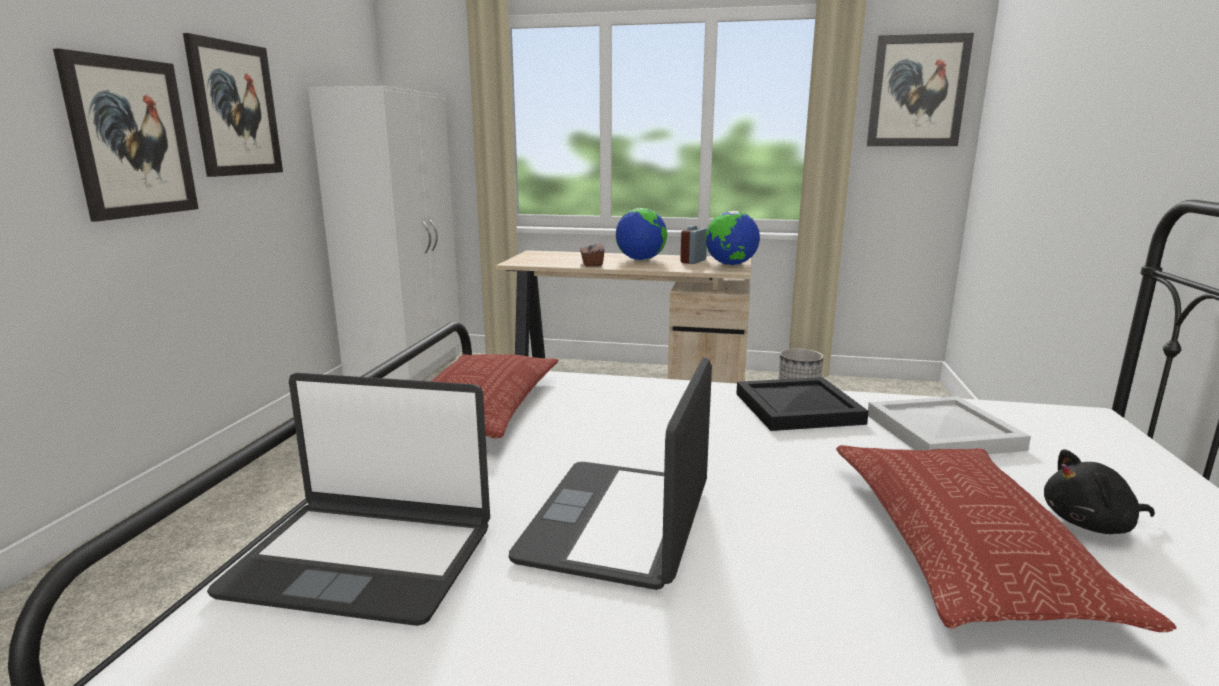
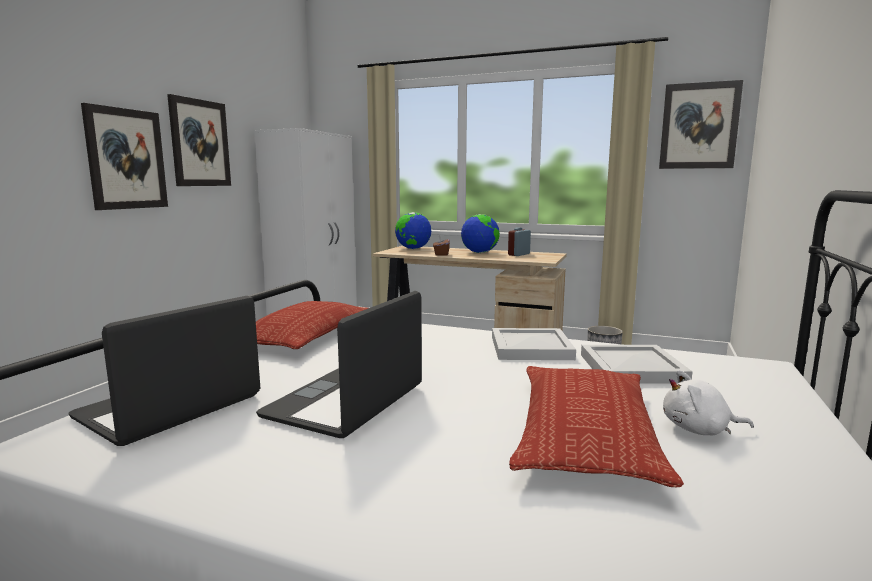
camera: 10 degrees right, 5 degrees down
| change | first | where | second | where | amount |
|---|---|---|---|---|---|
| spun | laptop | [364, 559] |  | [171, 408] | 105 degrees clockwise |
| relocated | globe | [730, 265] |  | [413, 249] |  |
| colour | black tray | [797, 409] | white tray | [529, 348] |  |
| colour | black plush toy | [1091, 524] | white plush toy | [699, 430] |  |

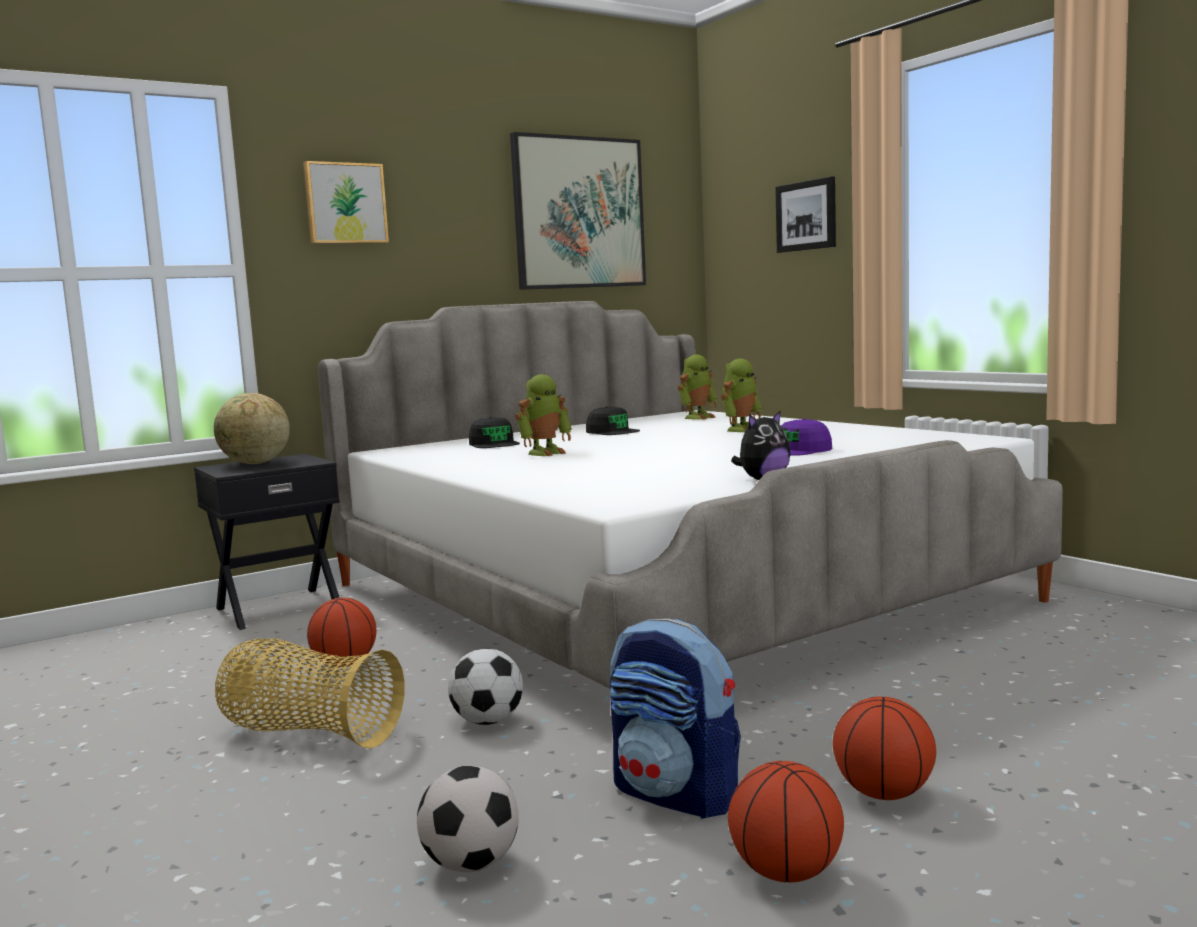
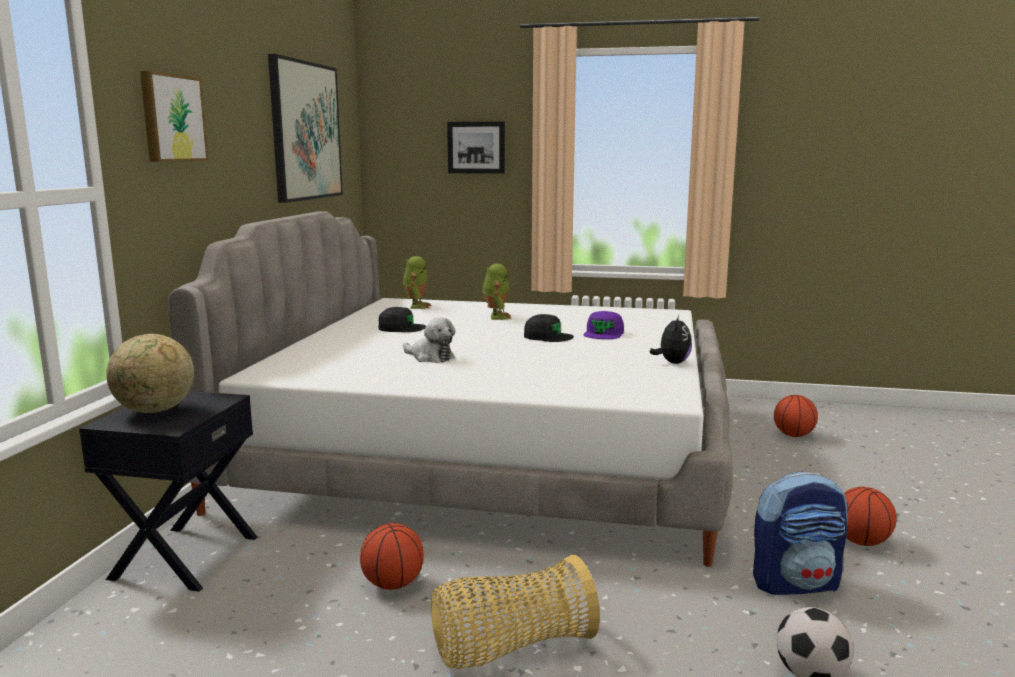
camera: 45 degrees left, 5 degrees up
| change | first | where | second | where | amount |
|---|---|---|---|---|---|
| missing | football | [488, 721] |  |  |  |
| relocated | black cap | [494, 444] |  | [547, 336] |  |
| exchanged | toy robot | [545, 453] | plush toy | [430, 357] |  |
| relocated | basketball | [785, 873] |  | [793, 435] |  |

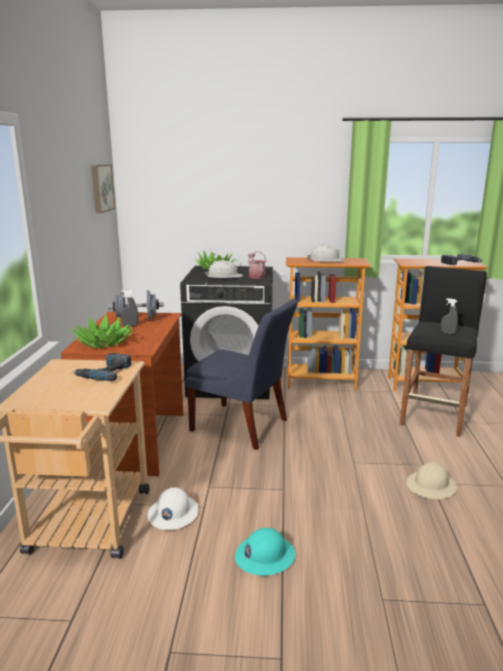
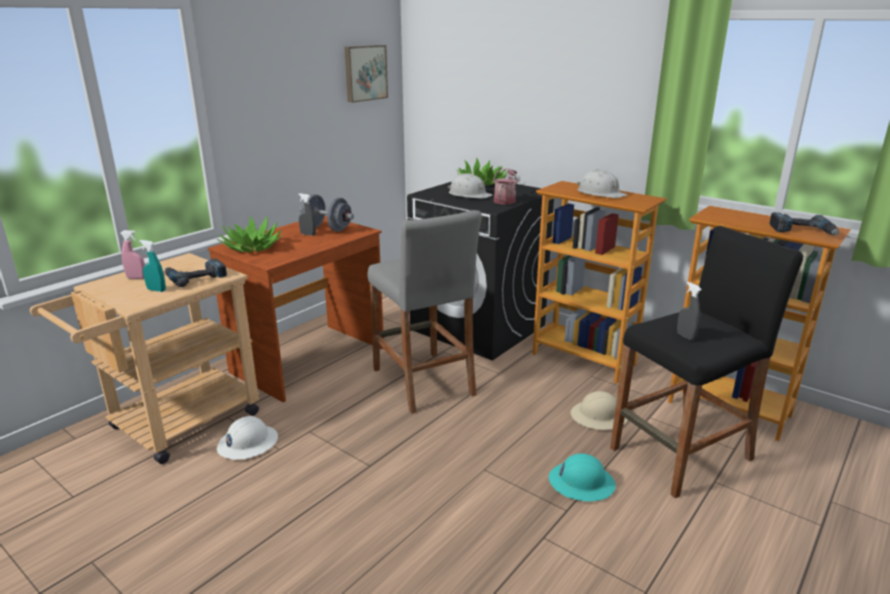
camera: 35 degrees right, 5 degrees up
| change | first | where | second | where | amount |
|---|---|---|---|---|---|
| exchanged | blue chair | [242, 426] | grey stool | [423, 381] |  |
| relocated | turquoise hard hat | [264, 556] |  | [581, 482] |  |
| relocated | beige hard hat | [431, 486] |  | [599, 417] |  |
| appeared |  |  | pink spray bottle | [136, 278] |  |
| appeared |  |  | turquoise spray bottle | [156, 290] |  |

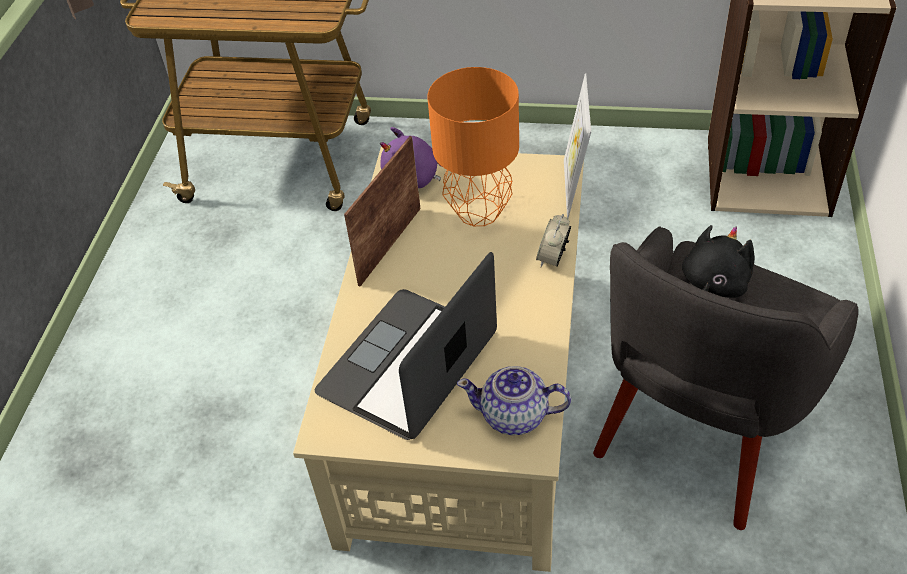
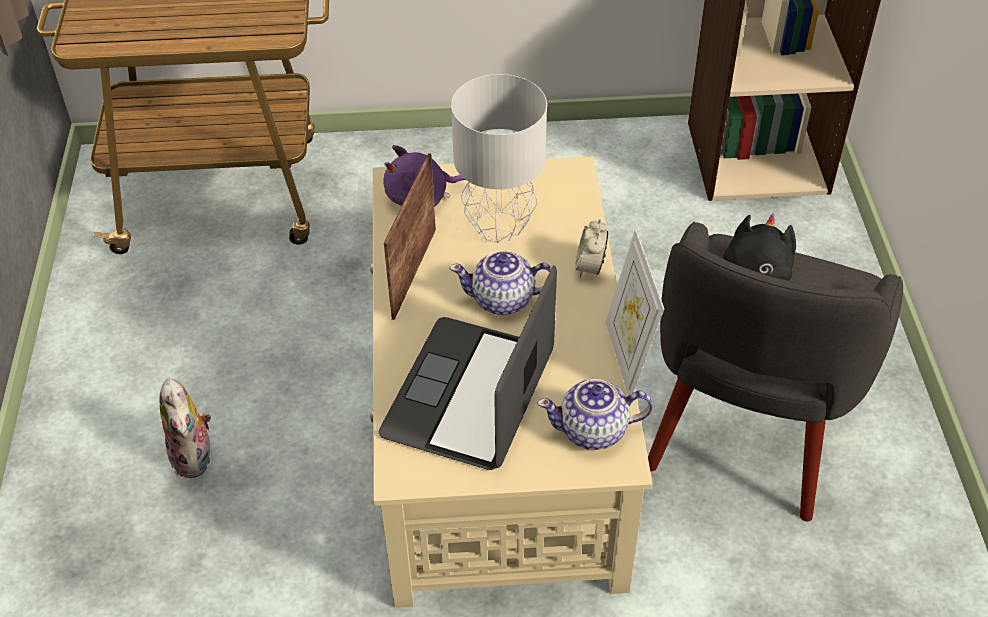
camera: 15 degrees left, 0 degrees up
| change | first | where | second | where | amount |
|---|---|---|---|---|---|
| colour | orange table lamp | [478, 213] | grey table lamp | [498, 228] |  |
| relocated | picture frame | [574, 188] |  | [628, 358] |  |
| appeared |  |  | plush toy | [195, 457] |  |
| appeared |  |  | teapot | [503, 300] |  |

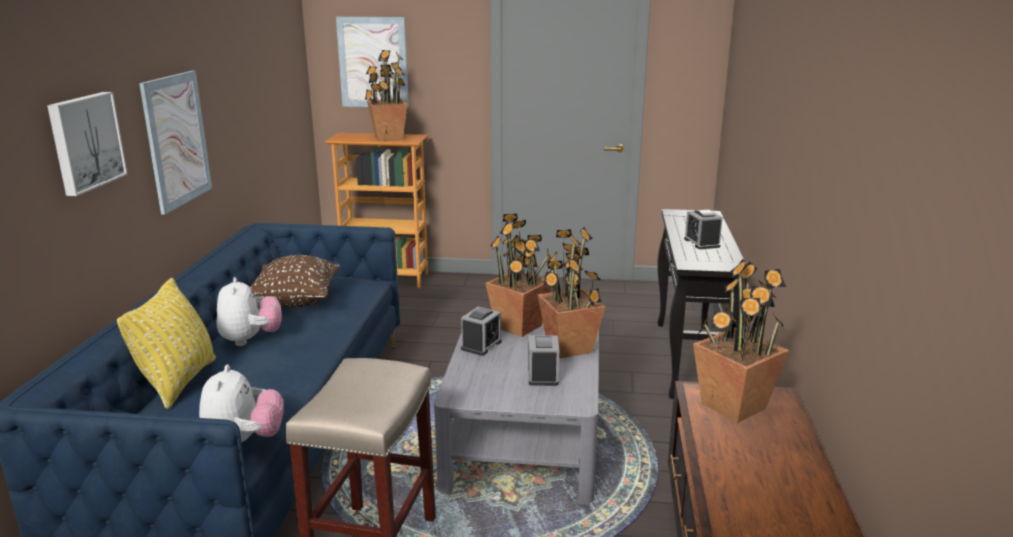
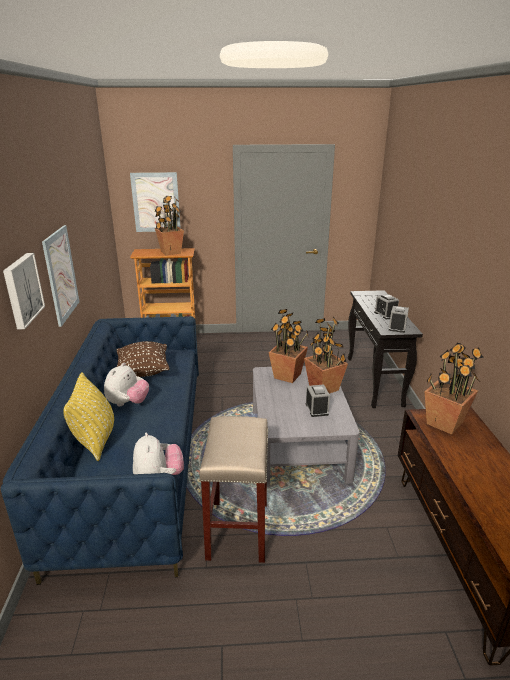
camera: 10 degrees left, 5 degrees up
| change | first | where | second | where | amount |
|---|---|---|---|---|---|
| spun | plush toy | [251, 340] |  | [128, 403] | 45 degrees clockwise |
| relocated | alarm clock | [481, 345] |  | [397, 327] |  |

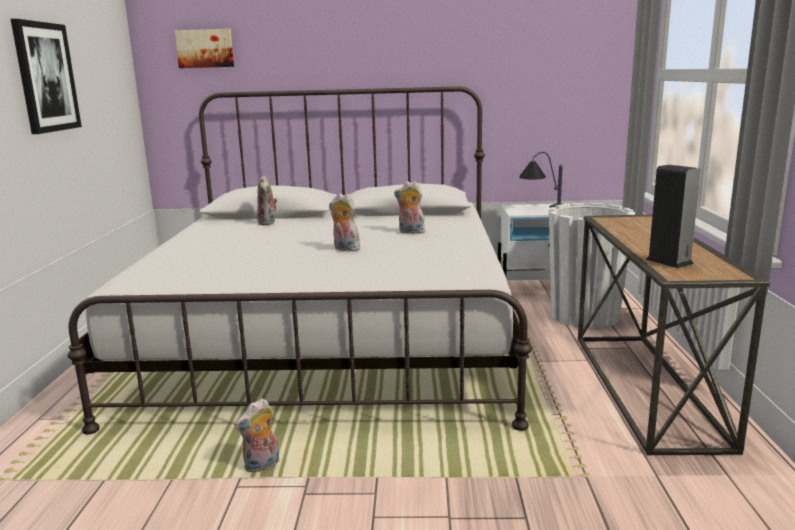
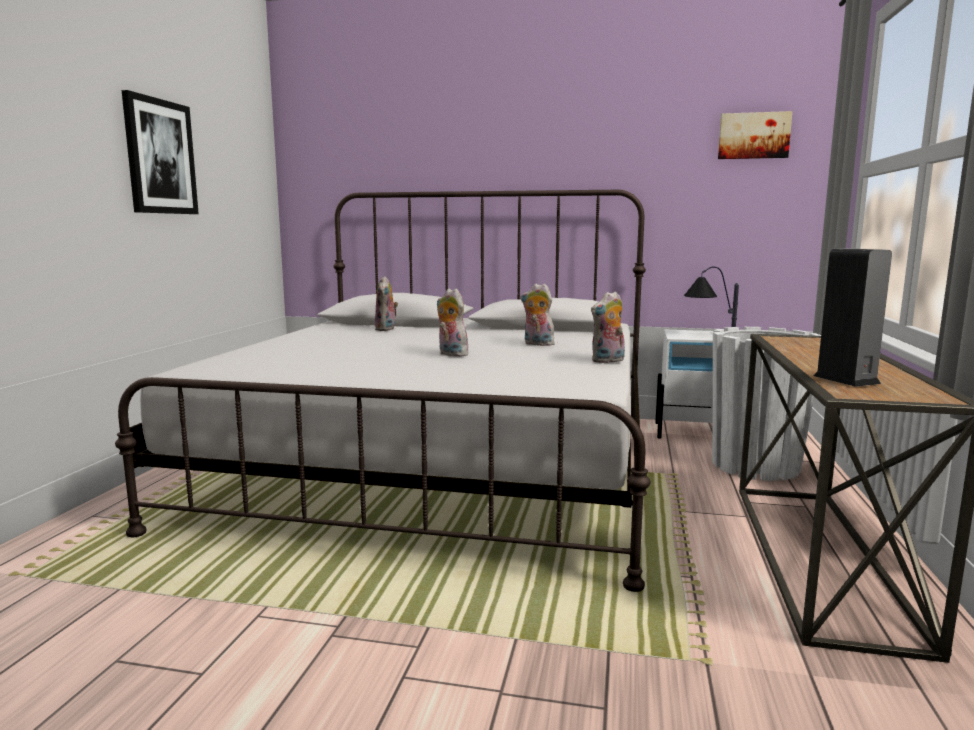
camera: 10 degrees right, 5 degrees down
| change | first | where | second | where | amount |
|---|---|---|---|---|---|
| relocated | picture | [205, 48] |  | [753, 136] |  |
| relocated | plush toy | [262, 466] |  | [608, 361] |  |

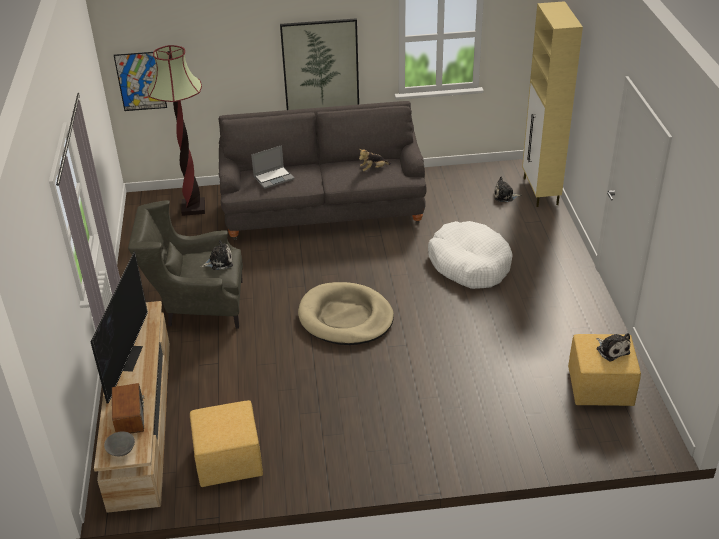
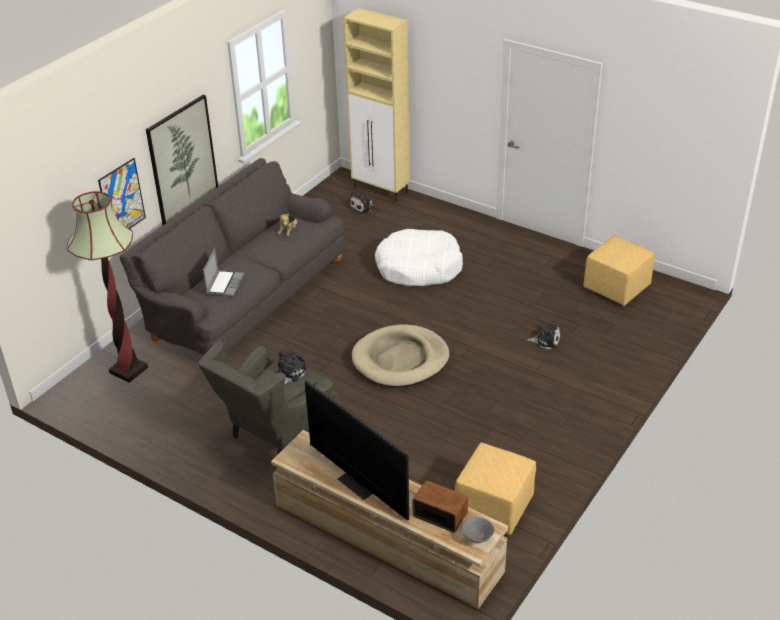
camera: 50 degrees left, 0 degrees up
| change | first | where | second | where | amount |
|---|---|---|---|---|---|
| relocated | picture | [140, 81] |  | [122, 199] |  |
| relocated | plush toy | [611, 350] |  | [546, 341] |  |

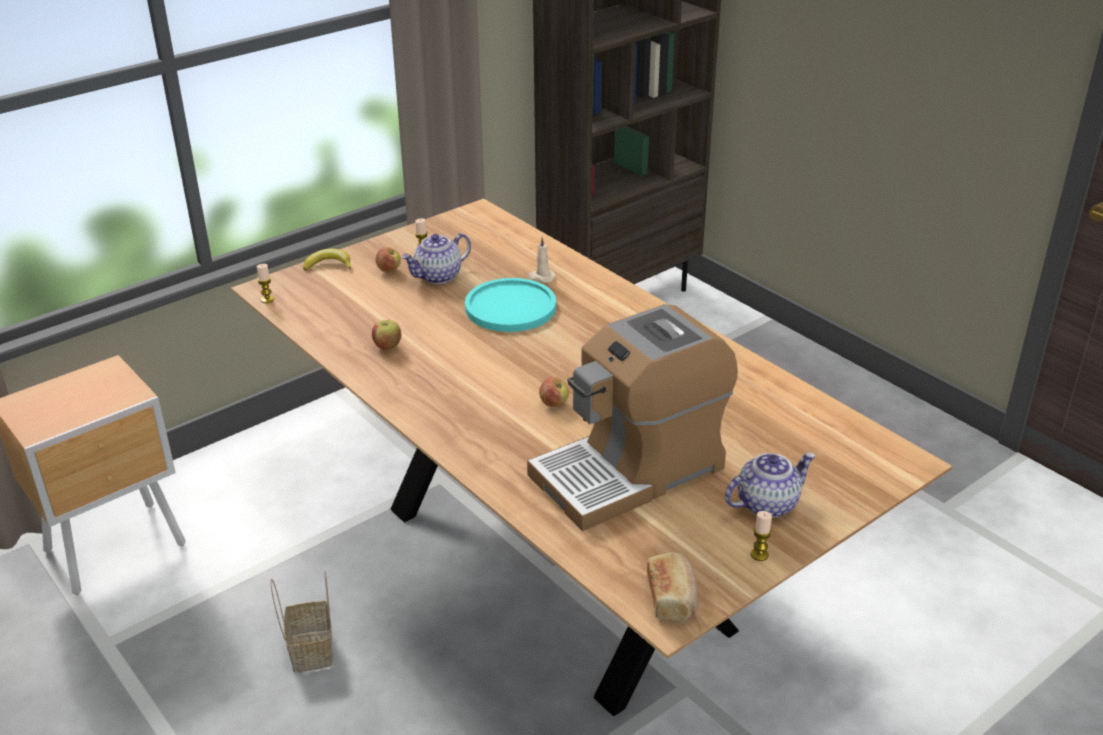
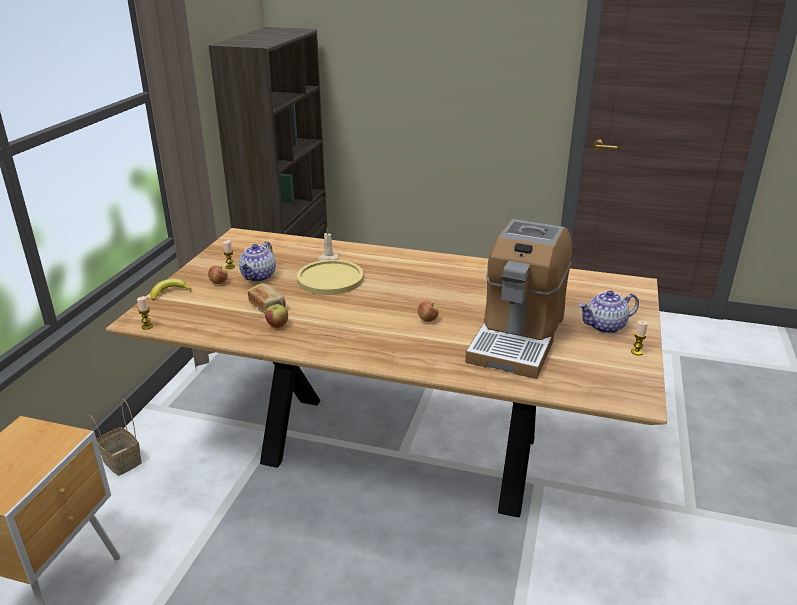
camera: 35 degrees left, 5 degrees down
| change | first | where | second | where | amount |
|---|---|---|---|---|---|
| relocated | basket | [310, 649] |  | [120, 461] |  |
| colour | turquoise plate | [510, 307] | yellow plate | [330, 279] |  |
| relocated | bread | [672, 599] |  | [268, 307] |  |
| spun | teapot | [767, 503] |  | [605, 326] | 135 degrees counterclockwise |

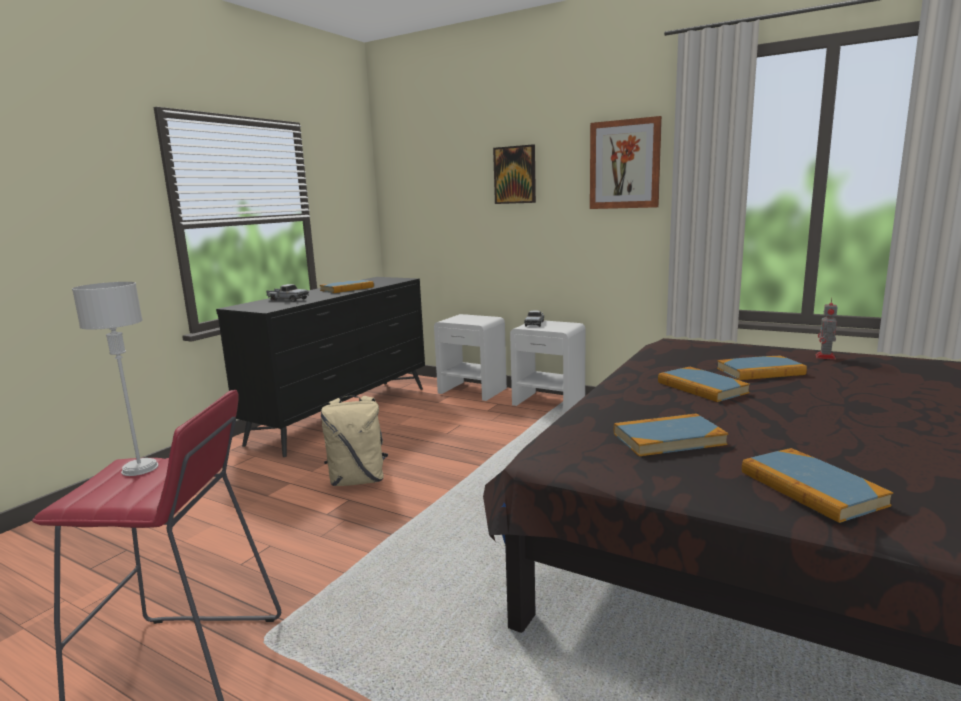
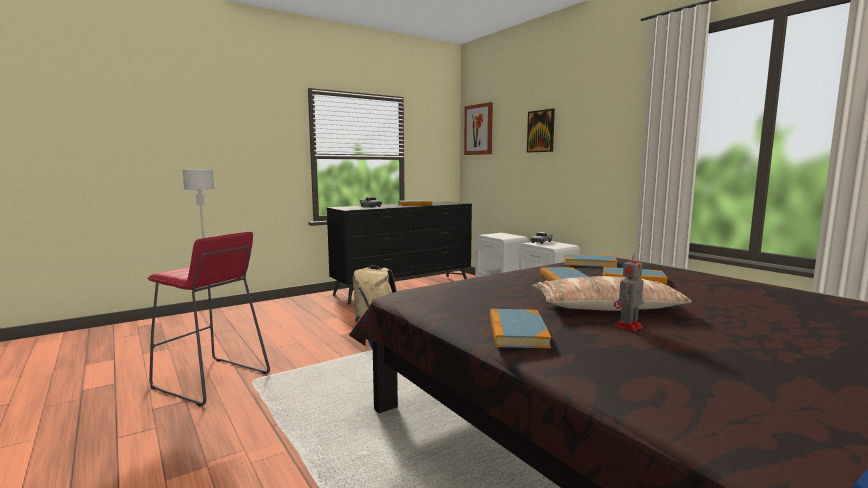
camera: 25 degrees right, 5 degrees down
| change | first | where | second | where | amount |
|---|---|---|---|---|---|
| relocated | picture | [624, 164] |  | [478, 129] |  |
| relocated | book | [668, 439] |  | [589, 263] |  |
| relocated | toy robot | [825, 357] |  | [628, 327] |  |
| appeared |  |  | pillow | [607, 308] |  |

